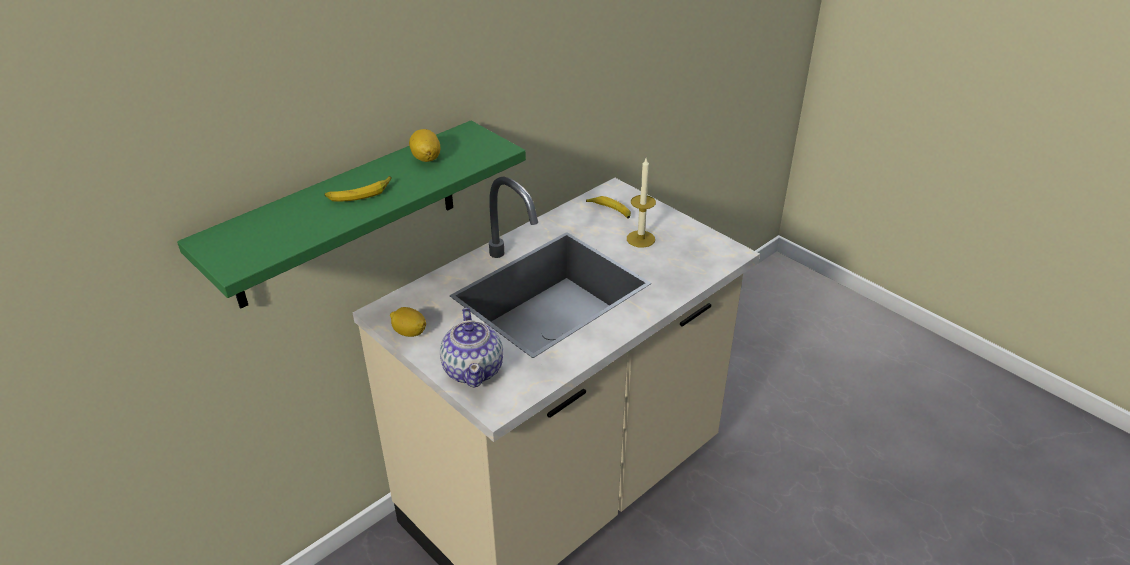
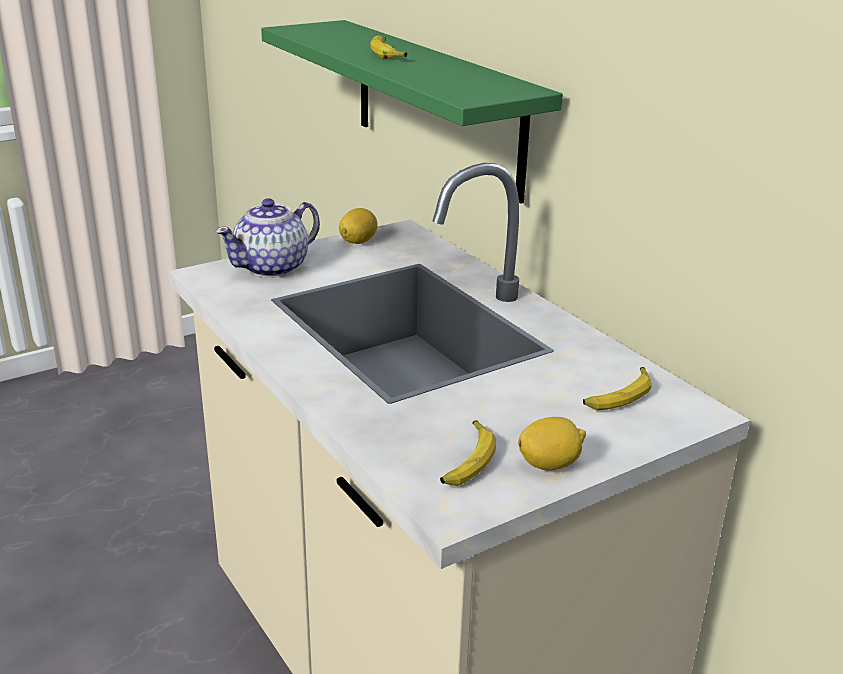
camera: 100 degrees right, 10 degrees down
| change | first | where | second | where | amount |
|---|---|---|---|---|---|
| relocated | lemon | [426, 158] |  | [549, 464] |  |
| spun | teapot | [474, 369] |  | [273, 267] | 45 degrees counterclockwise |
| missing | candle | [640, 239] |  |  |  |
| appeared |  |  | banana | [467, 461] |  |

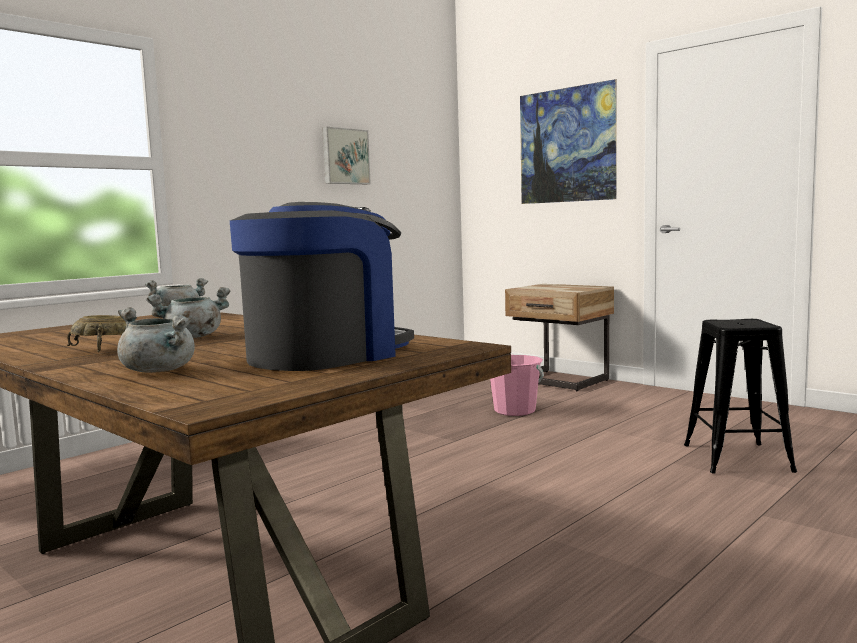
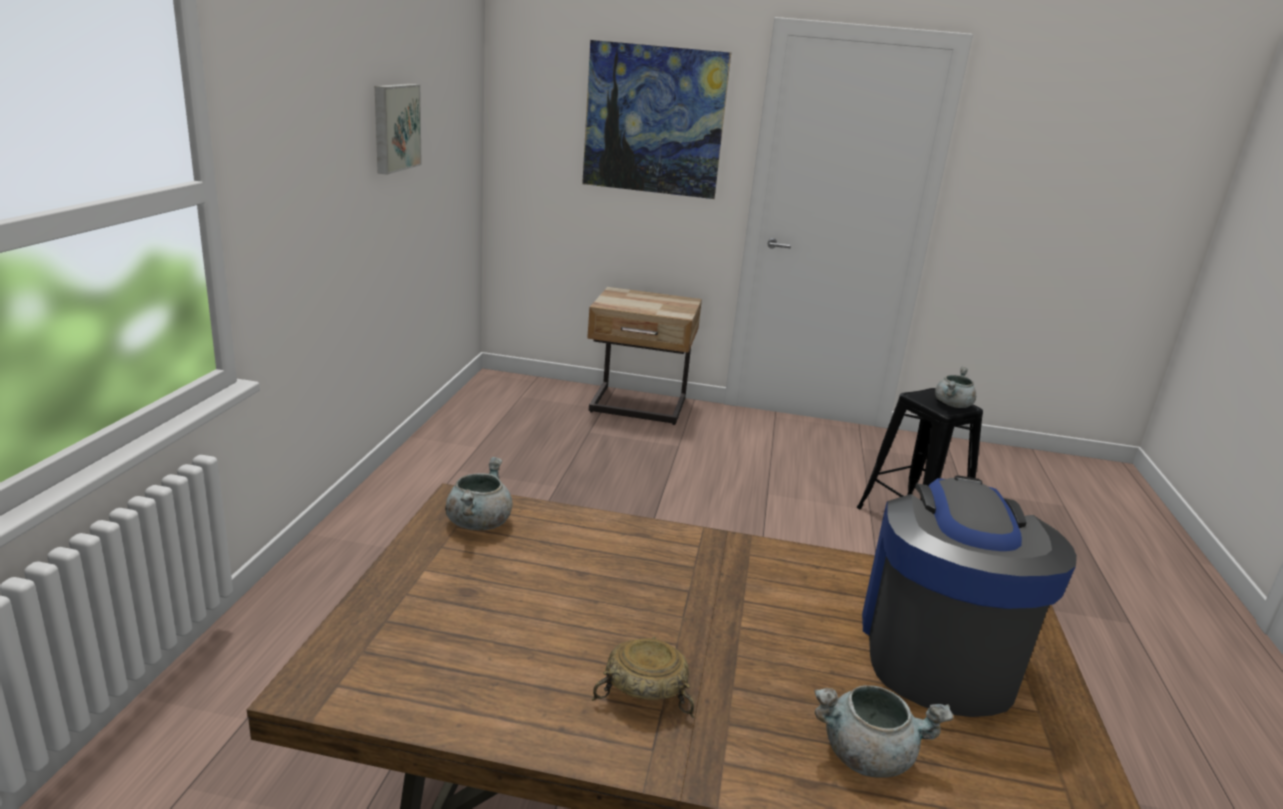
camera: 35 degrees left, 15 degrees up
| change | first | where | second | where | amount |
|---|---|---|---|---|---|
| relocated | grey cooking pot | [193, 337] |  | [953, 405] |  |
| missing | pink bucket | [515, 411] |  |  |  |

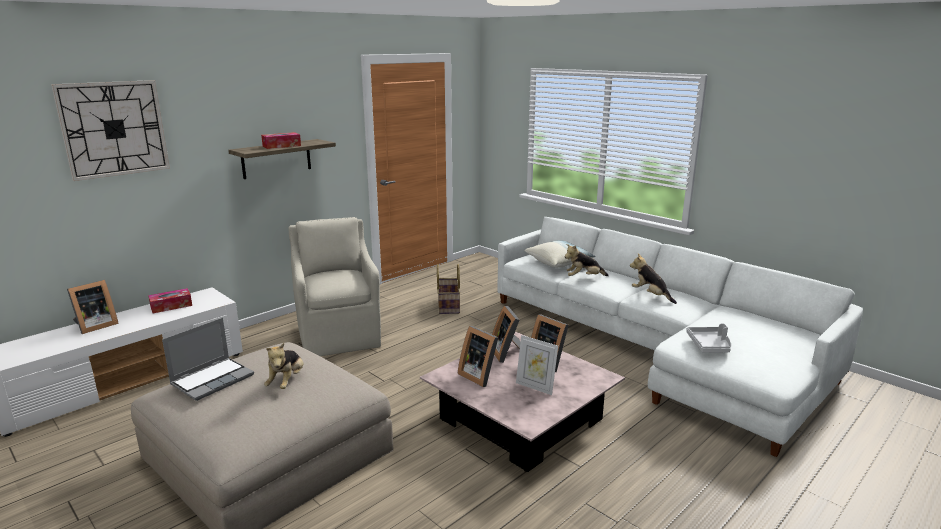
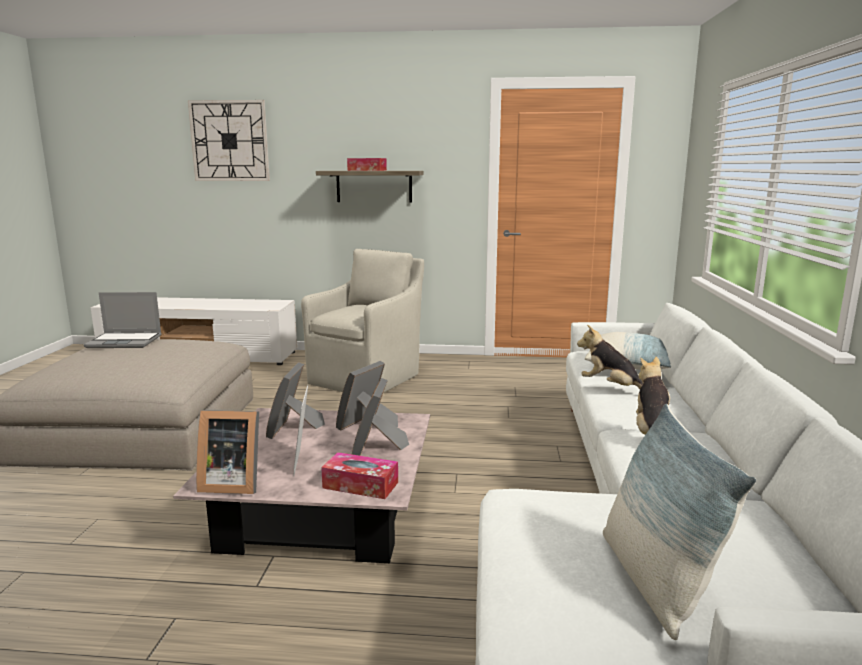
camera: 50 degrees right, 5 degrees down
| change | first | where | second | where | amount |
|---|---|---|---|---|---|
| relocated | picture frame | [95, 326] |  | [231, 483] |  |
| relocated | tissue box | [171, 306] |  | [360, 485] |  |
| missing | plush toy | [287, 381] |  |  |  |
| missing | basket | [448, 306] |  |  |  |
| missing | grey tray | [709, 345] |  |  |  |
| appeared |  |  | pillow | [654, 581] |  |

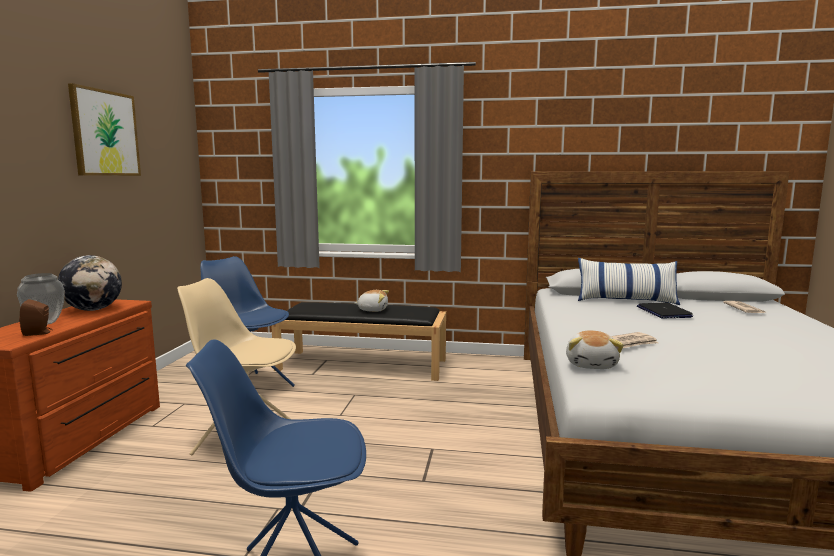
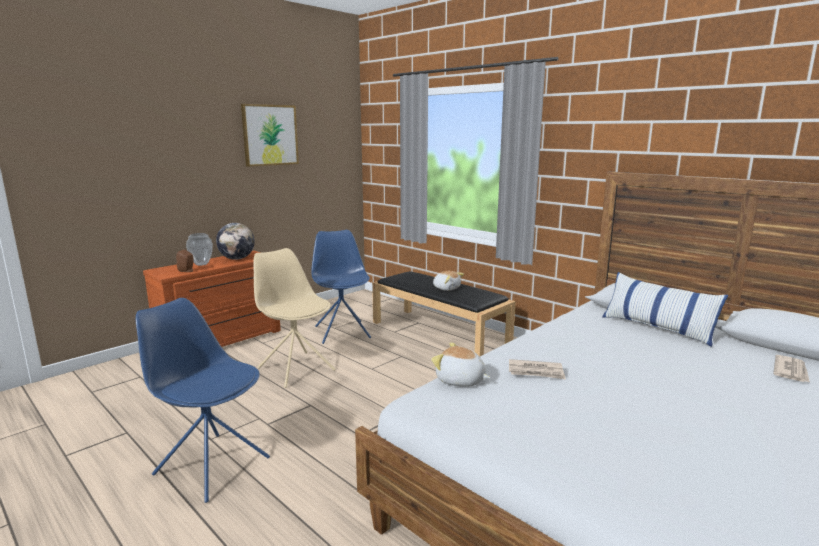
camera: 35 degrees right, 5 degrees up
| change | first | where | second | where | amount |
|---|---|---|---|---|---|
| spun | plush toy | [592, 364] |  | [460, 381] | 75 degrees clockwise |
| missing | laptop | [663, 312] |  |  |  |

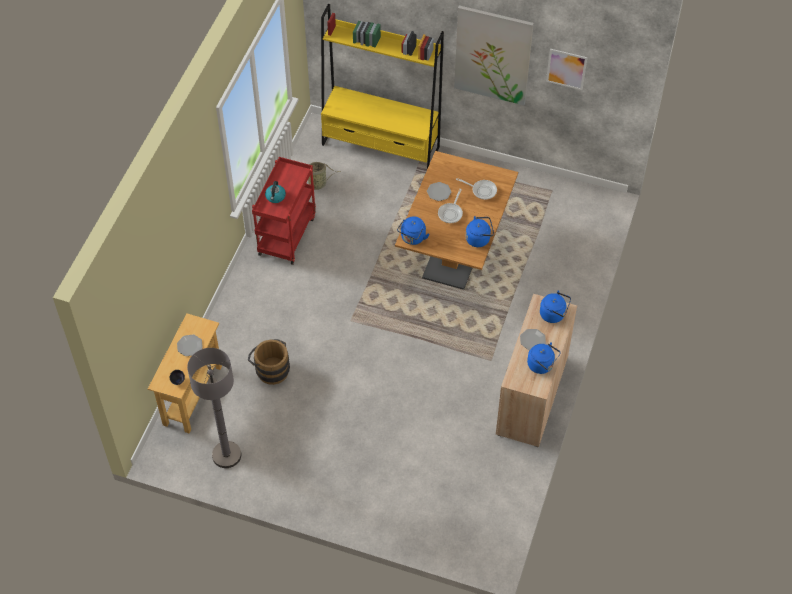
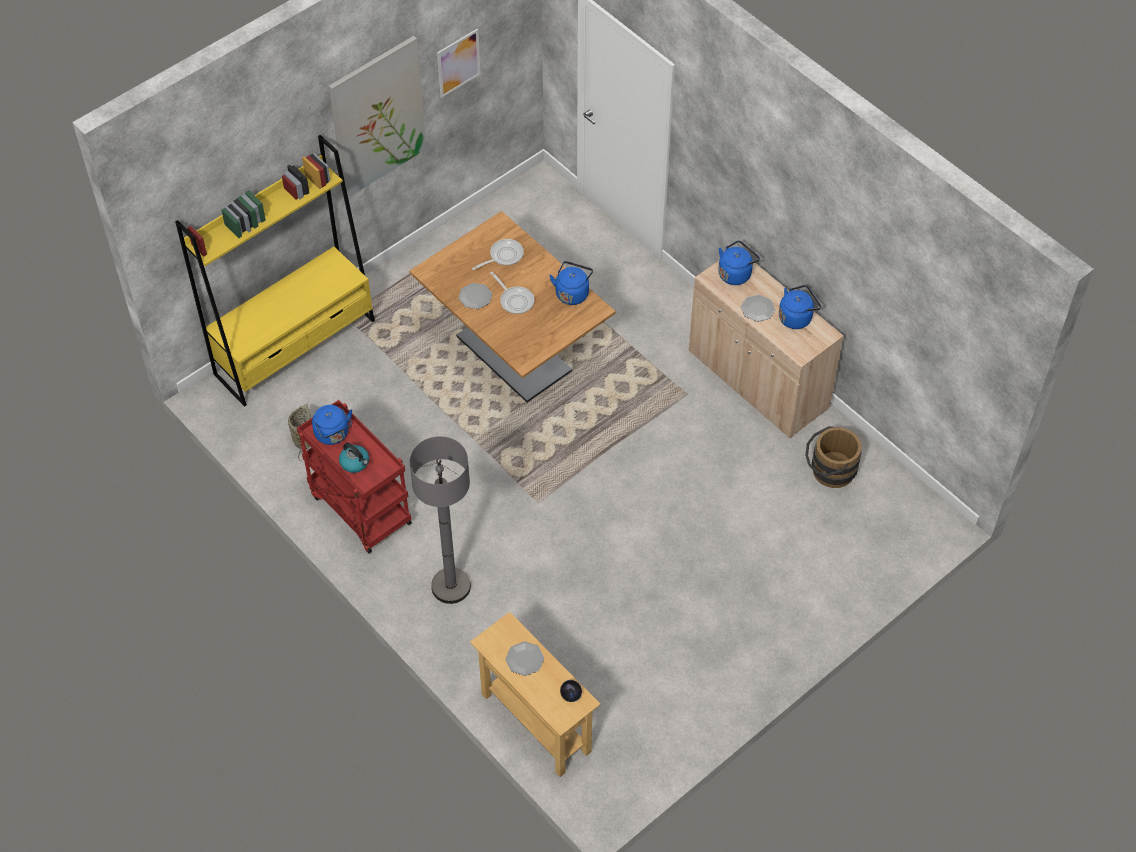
camera: 60 degrees left, 0 degrees up
| change | first | where | second | where | amount |
|---|---|---|---|---|---|
| relocated | grey floor lamp | [226, 455] |  | [451, 586] |  |
| relocated | brown bucket | [270, 369] |  | [829, 471] |  |
| relocated | blue kettle | [412, 238] |  | [333, 435] |  |

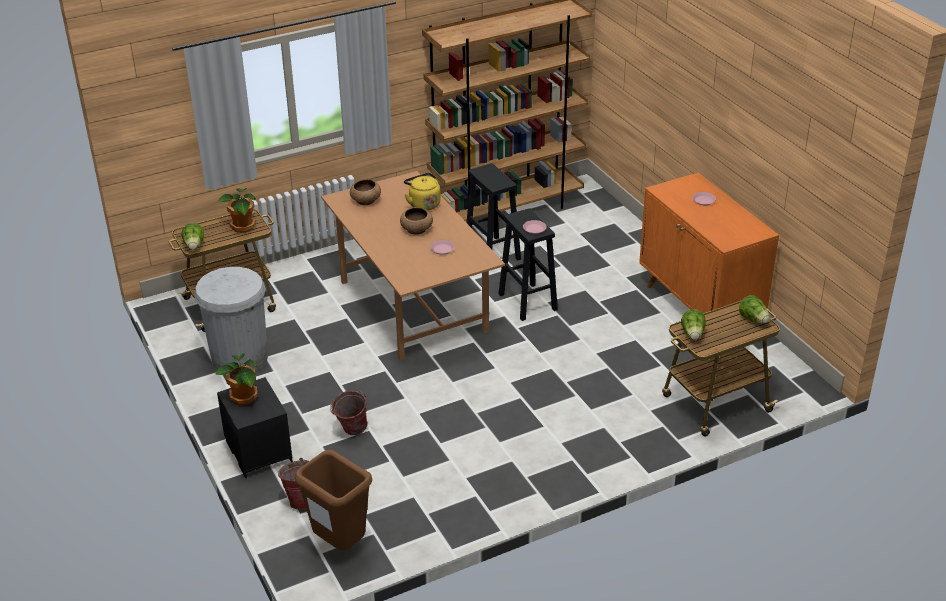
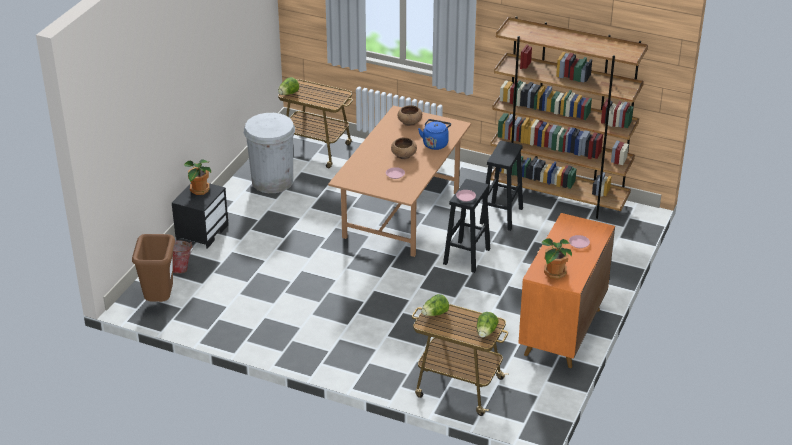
camera: 50 degrees right, 0 degrees up
| change | first | where | second | where | amount |
|---|---|---|---|---|---|
| relocated | potted plant | [242, 227] |  | [554, 273] |  |
| missing | bucket | [351, 431] |  |  |  |
| colour | yellow kettle | [423, 204] | blue kettle | [435, 143] |  |

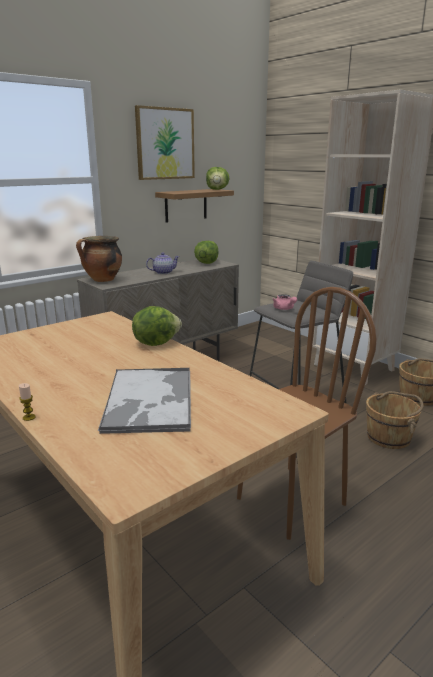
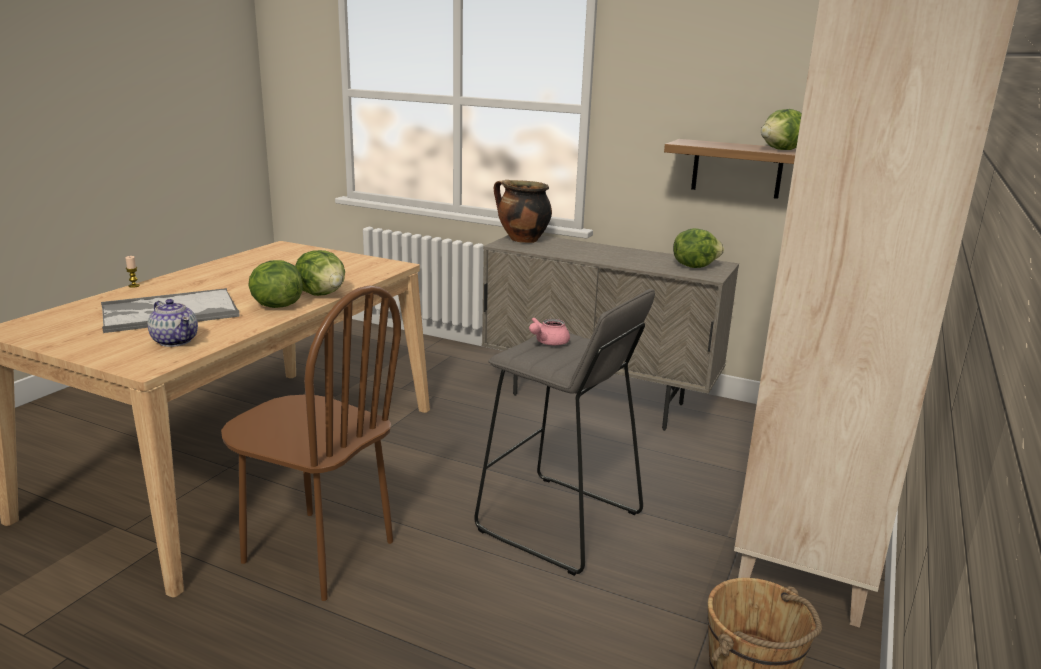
camera: 65 degrees right, 0 degrees up
| change | first | where | second | where | amount |
|---|---|---|---|---|---|
| missing | picture | [165, 144] |  |  |  |
| relocated | teapot | [163, 272] |  | [175, 341] |  |
| missing | brown bucket | [389, 437] |  |  |  |
| appeared |  |  | lettuce | [276, 306] |  |

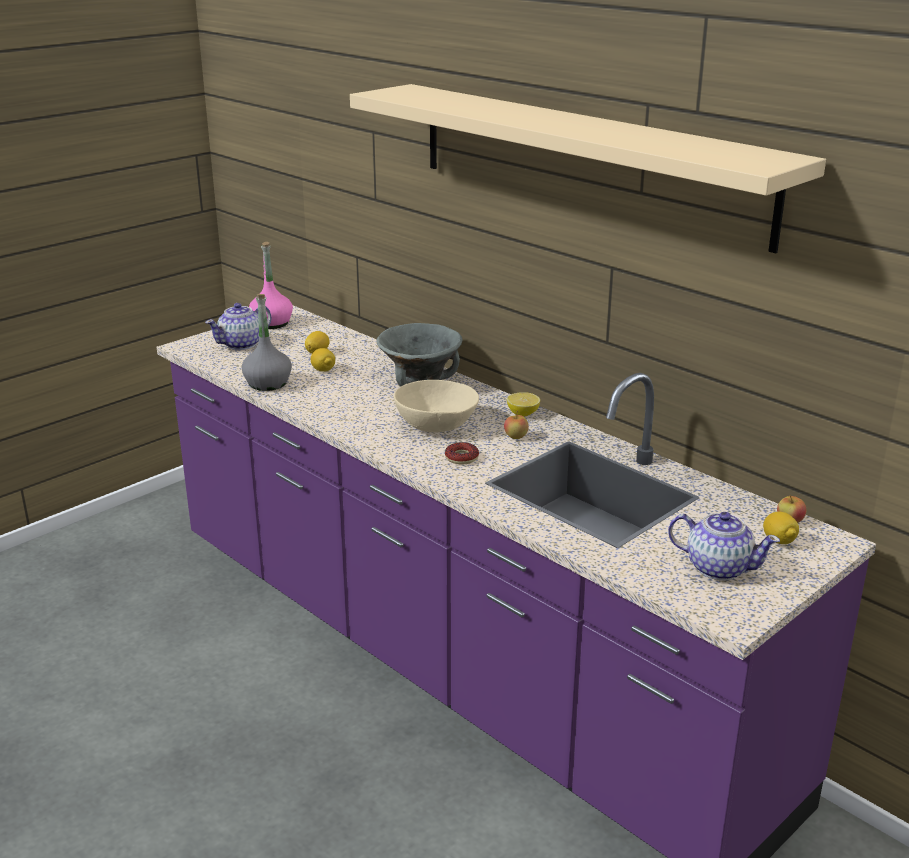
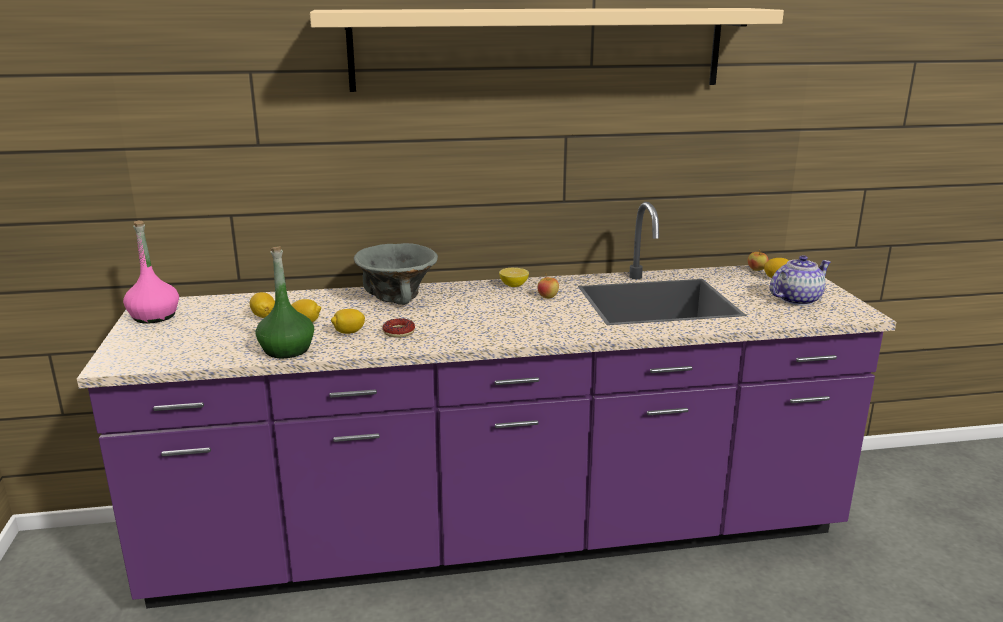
camera: 55 degrees left, 5 degrees down
| change | first | where | second | where | amount |
|---|---|---|---|---|---|
| missing | teapot | [242, 344] |  |  |  |
| colour | grey bottle | [267, 383] | green bottle | [286, 350] |  |
| missing | beige bowl | [436, 424] |  |  |  |
| relocated | donut | [462, 458] |  | [399, 332] |  |
| appeared |  |  | lemon | [349, 332] |  |

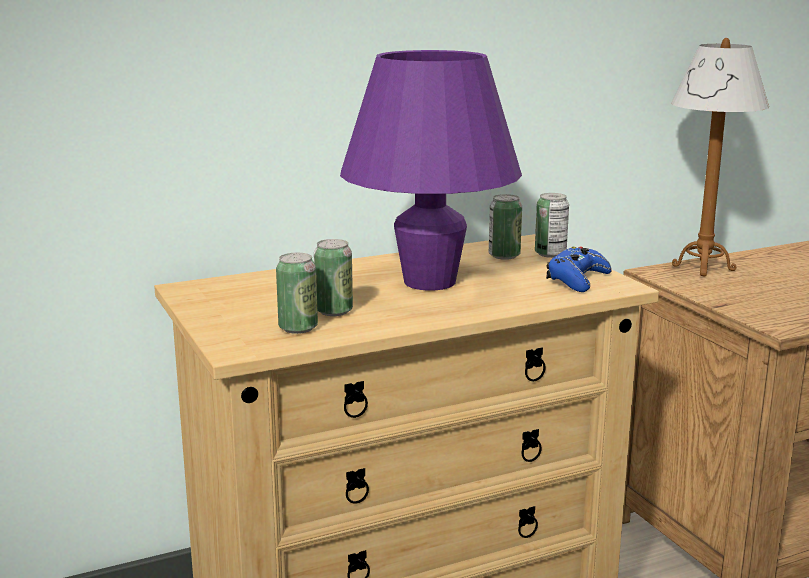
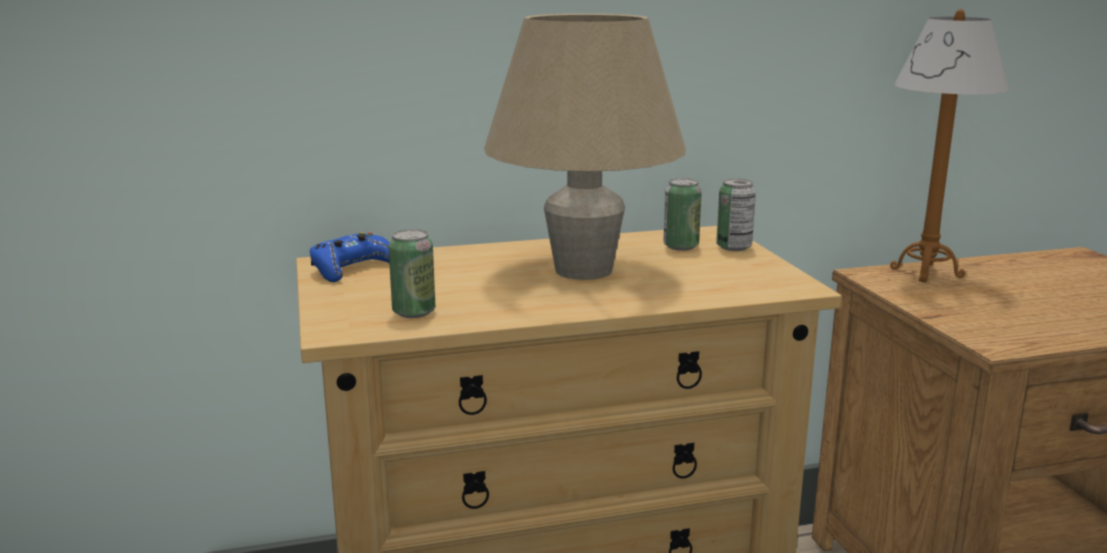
camera: 10 degrees right, 0 degrees up
| change | first | where | second | where | amount |
|---|---|---|---|---|---|
| missing | can | [334, 311] |  |  |  |
| colour | purple table lamp | [430, 282] | beige table lamp | [584, 270] |  |
| relocated | blue game controller | [577, 279] |  | [351, 268] |  |

